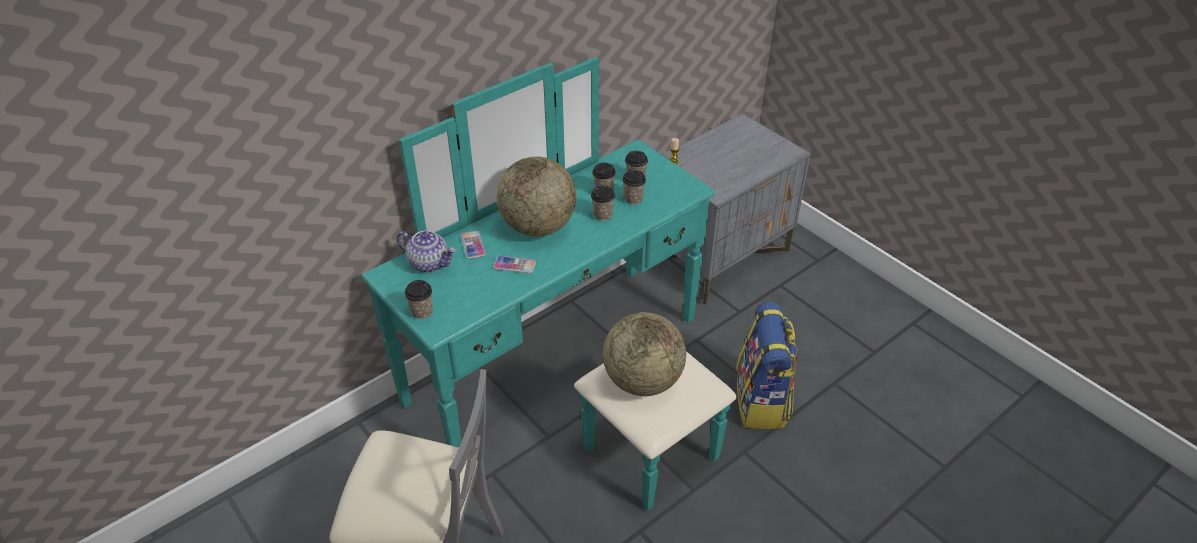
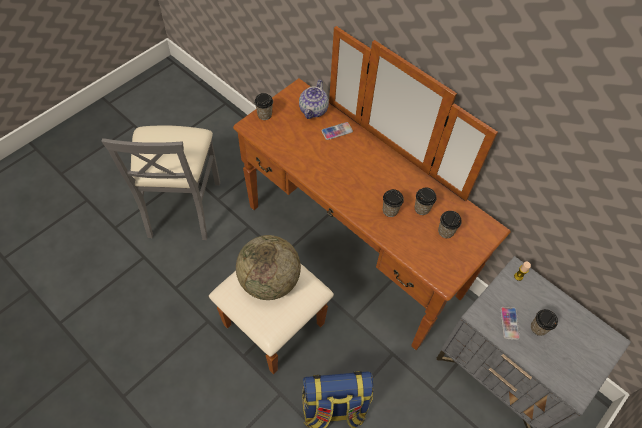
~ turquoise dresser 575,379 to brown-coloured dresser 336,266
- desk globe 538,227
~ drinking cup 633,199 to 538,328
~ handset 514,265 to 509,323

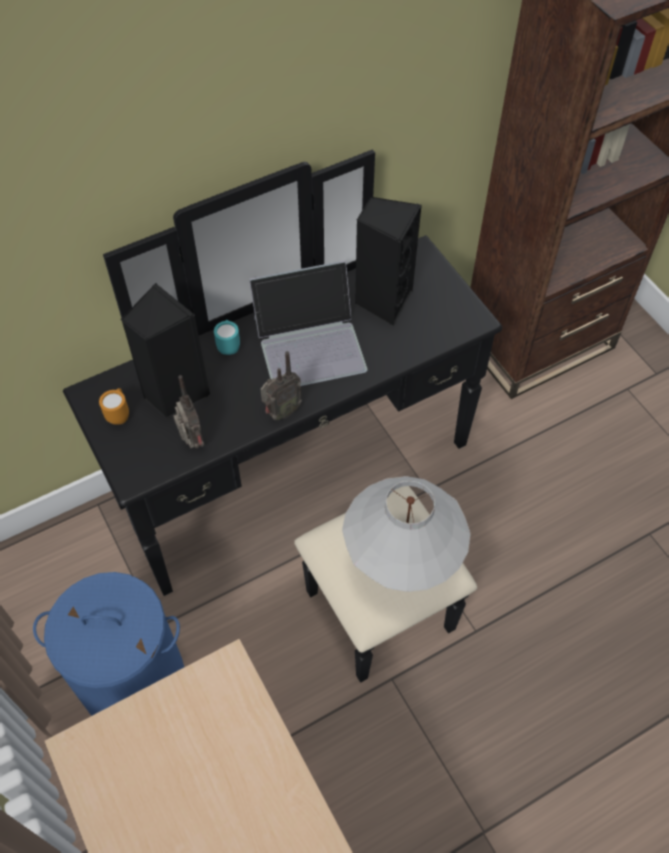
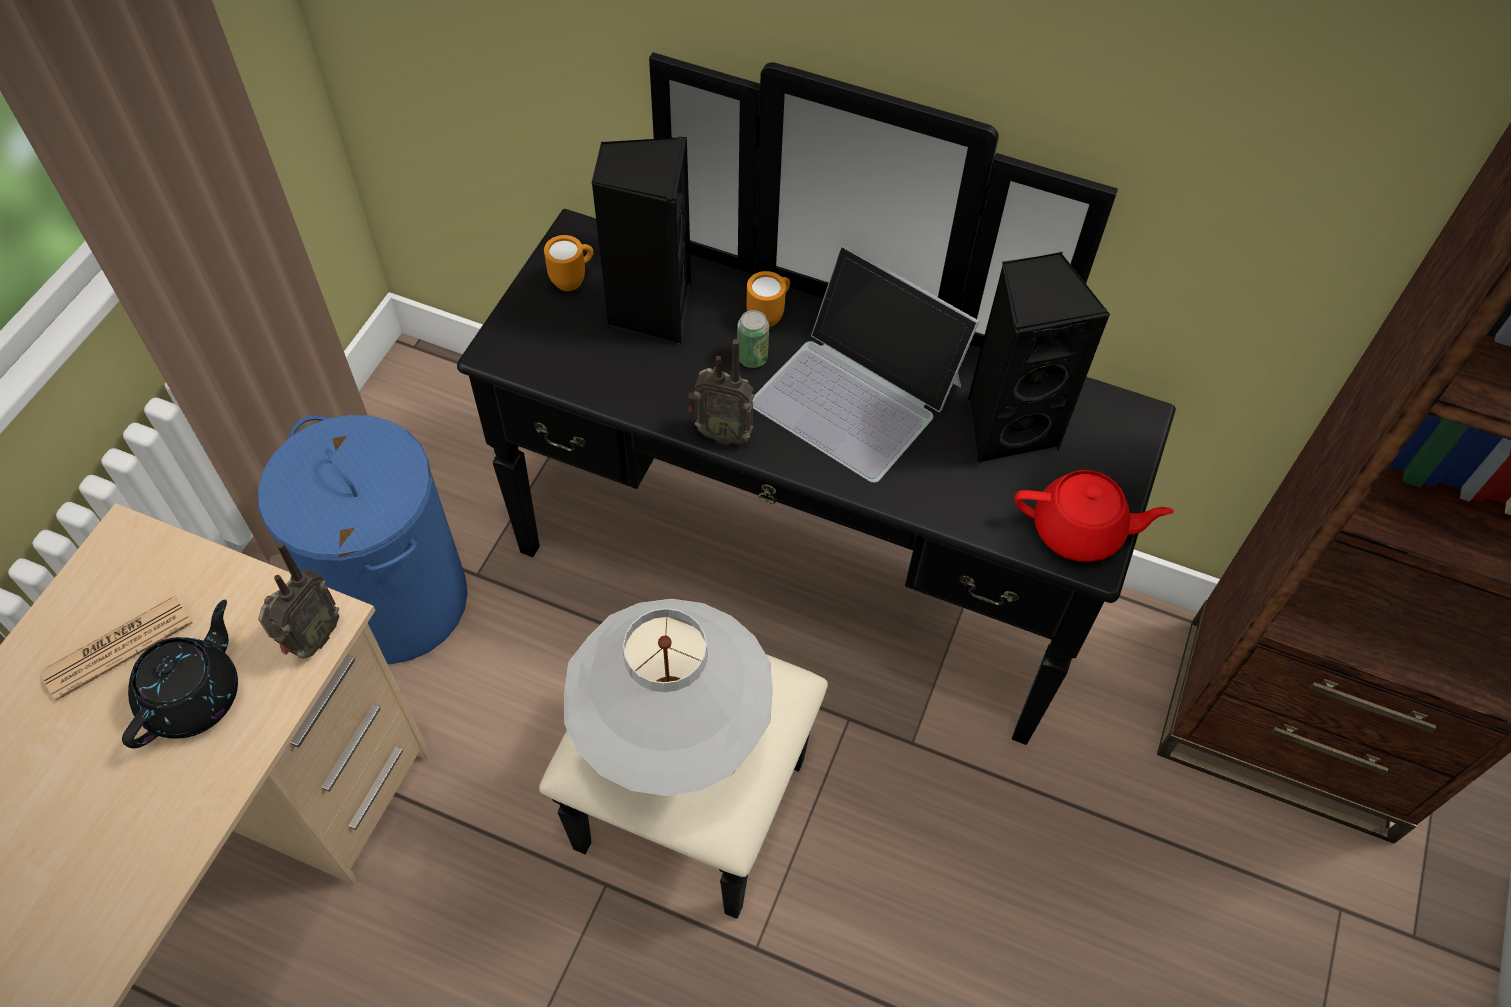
~ turquoise tea mug 229,346 to orange-coloured tea mug 769,315
~ radio receiver 192,442 to 311,640
+ sealed can 752,358
+ red-coloured tea pot 1079,531
+ newspaper 118,647
+ black tea pot 194,696

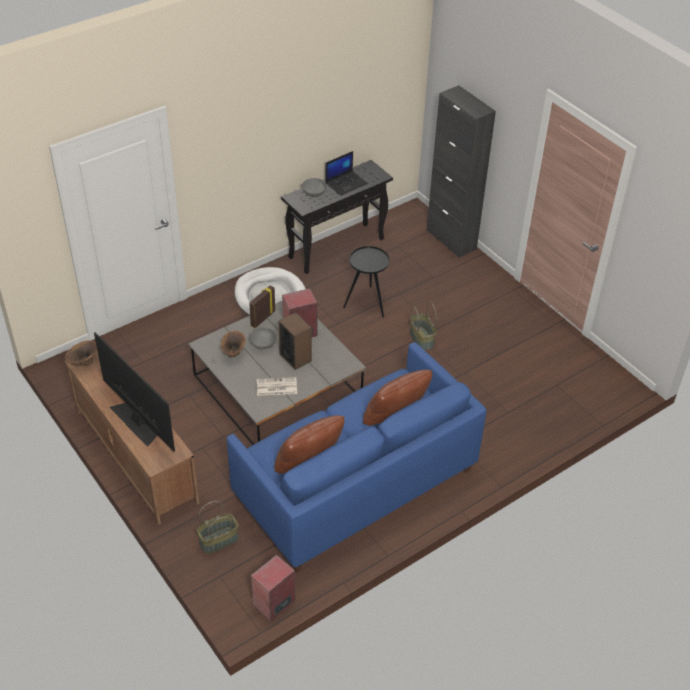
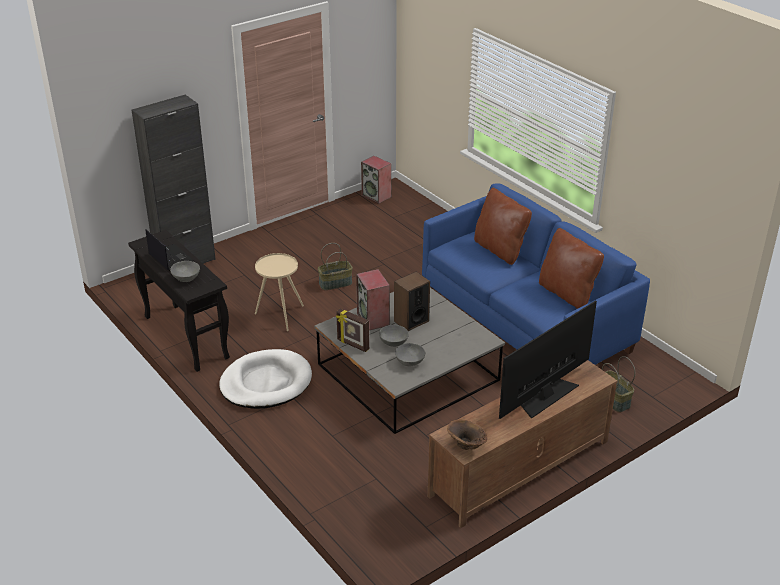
~ black end table 367,302 to sand-coloured end table 280,315
~ brown-coloured flower vase 233,354 to gray deep dish 410,362
- newspaper 276,387
~ loudspeaker 274,603 to 377,196

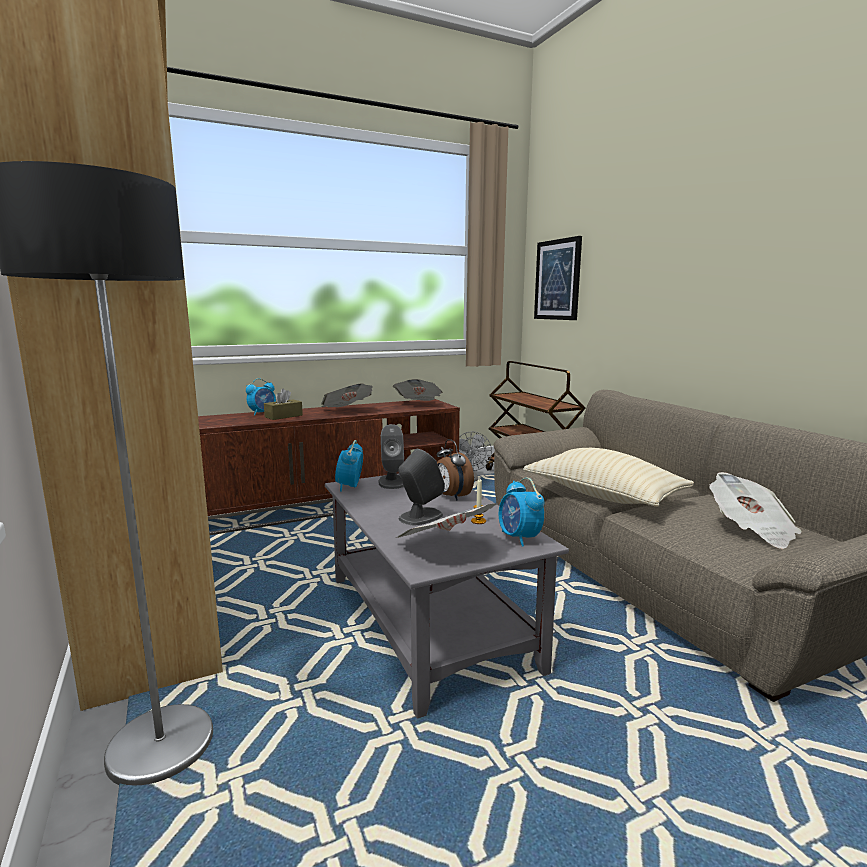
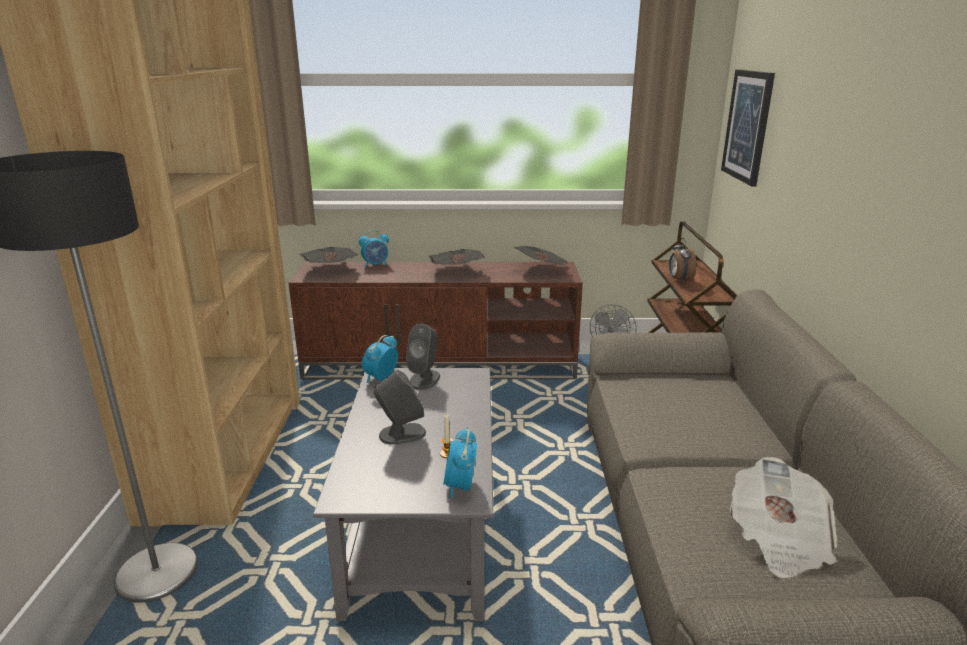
- brown-coloured tissue box 283,416
~ alarm clock 451,496 to 679,280
- sand-coloured pillow 603,496
~ newspaper 444,547 to 331,270

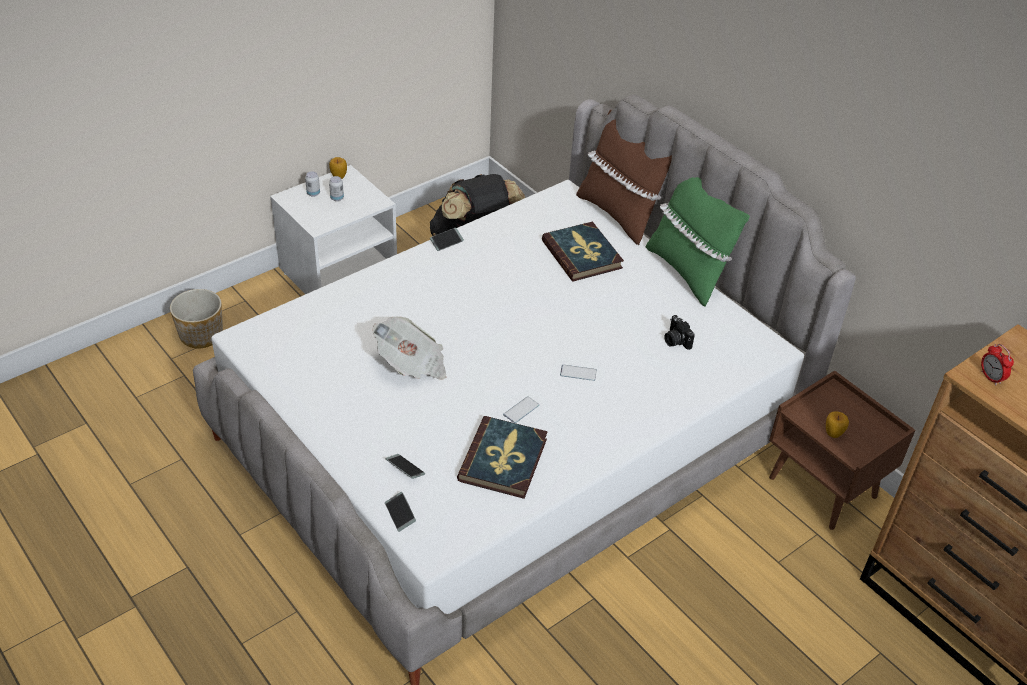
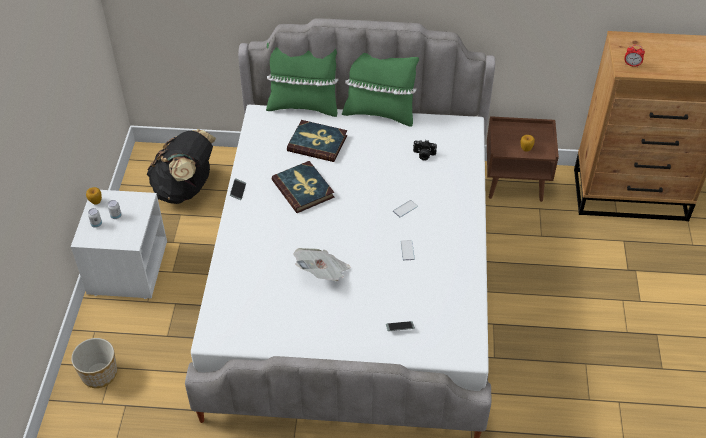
~ brown-coloured pillow 618,215 to greenish pillow 303,106
~ volume 503,460 to 303,189
- handset 400,514

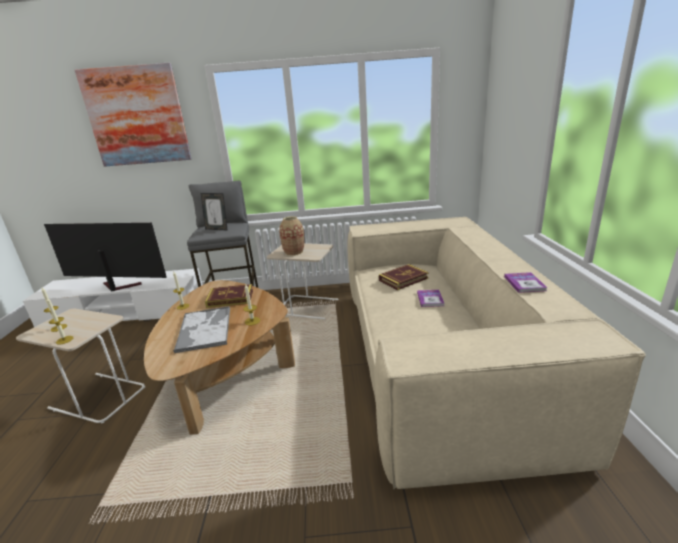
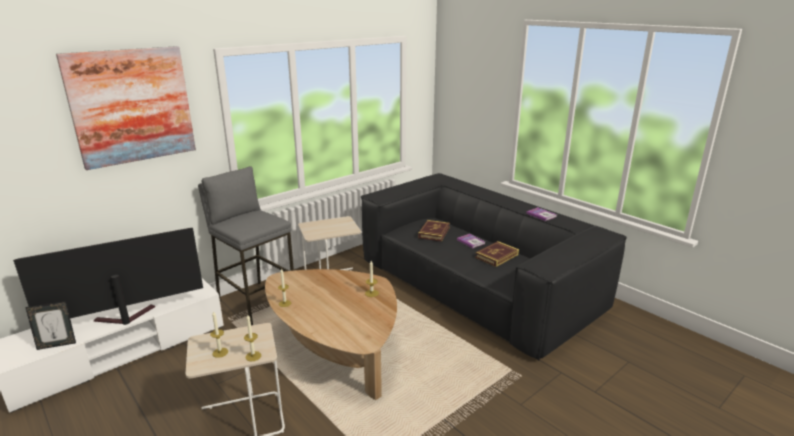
~ picture frame 217,229 to 57,344
- flower vase 294,252
~ sand-coloured settee 439,357 to black settee 477,285
~ volume 230,298 to 496,256
- serving tray 204,329

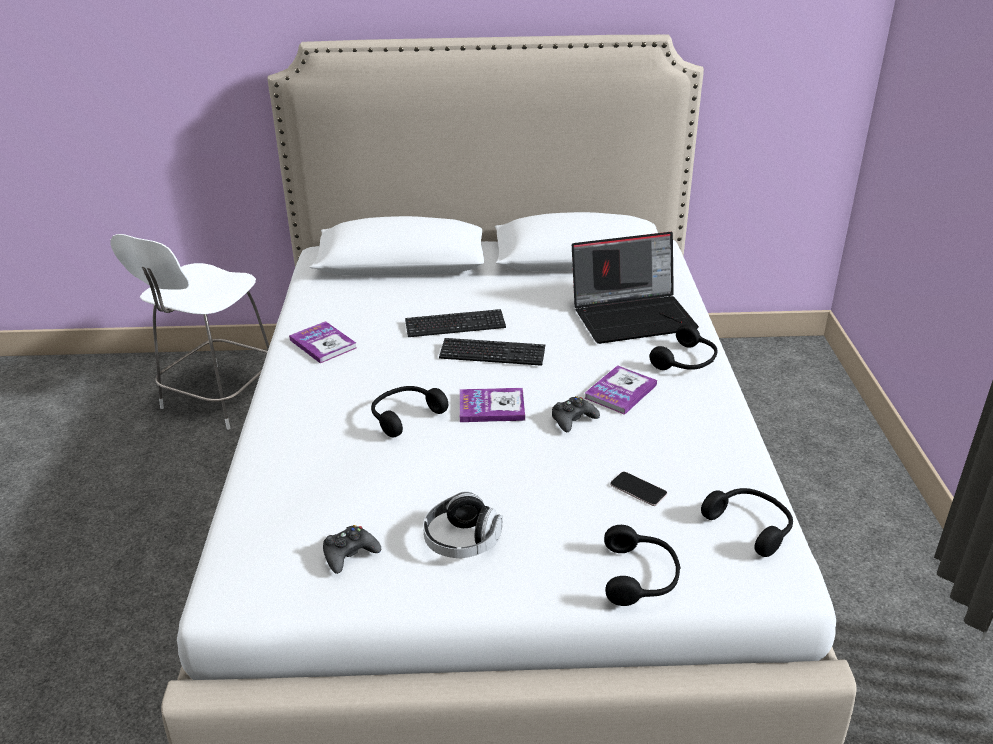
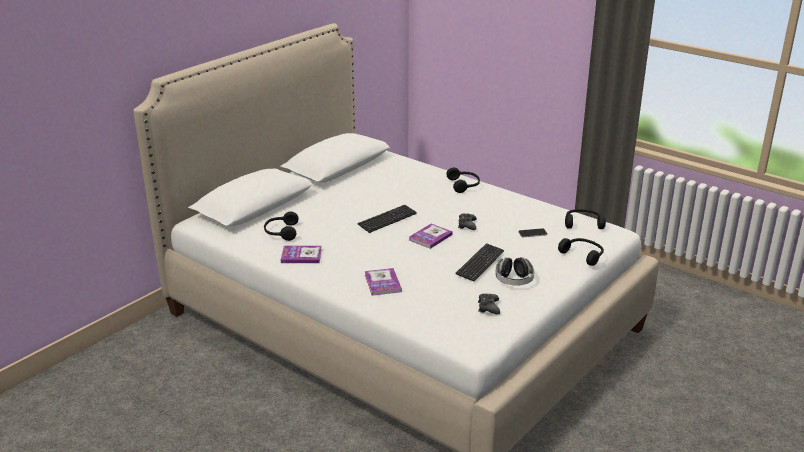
- notebook computer 633,316
- whitish plain chair 218,398
~ keyboard 455,325 to 480,263
~ volume 620,391 to 382,283
~ black headset 405,416 to 281,232

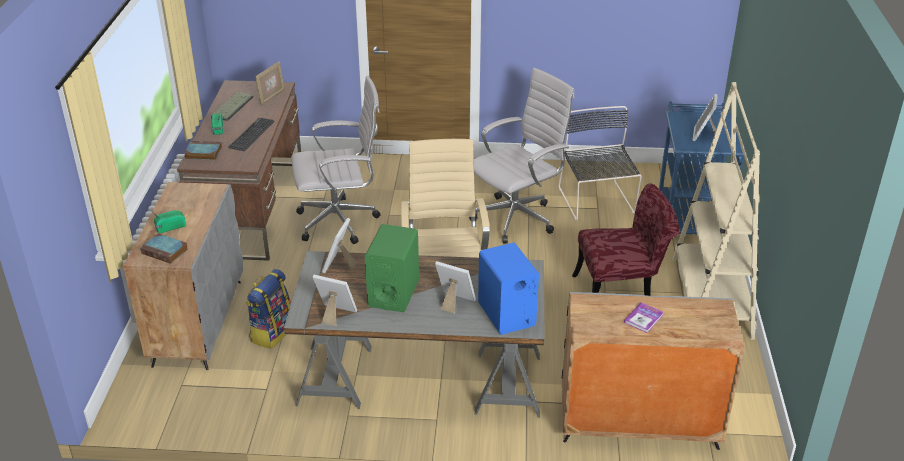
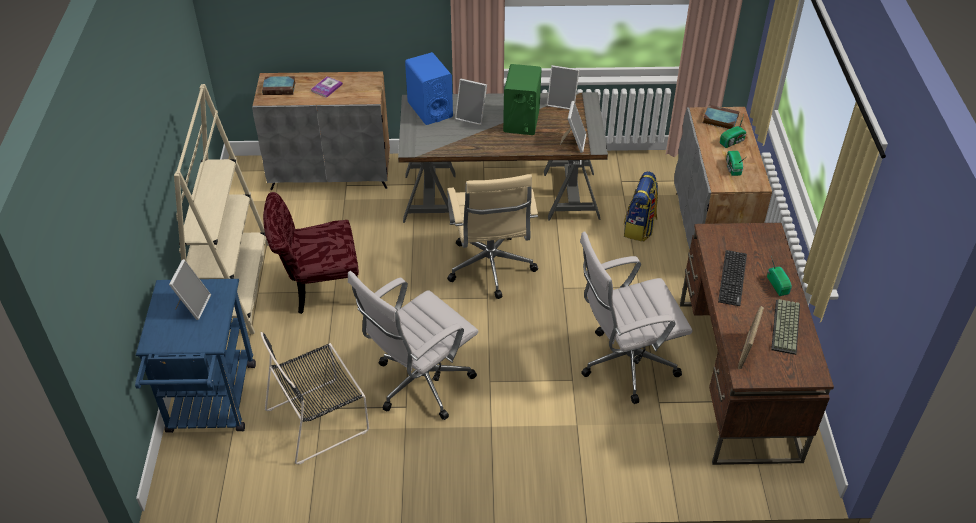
~ black plain chair 597,202 = 320,419 75 degrees clockwise
~ volume 202,153 to 280,88
+ radio receiver 732,168

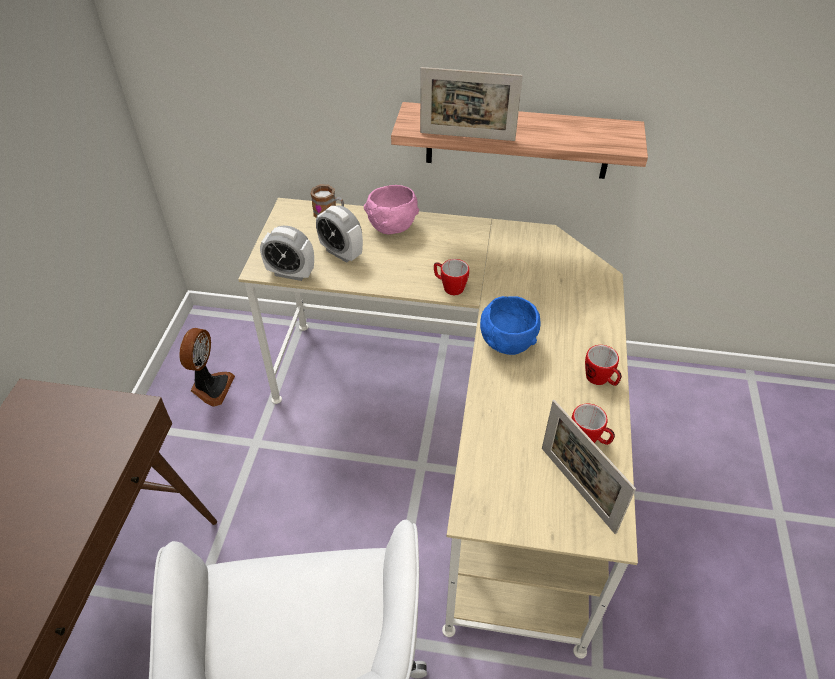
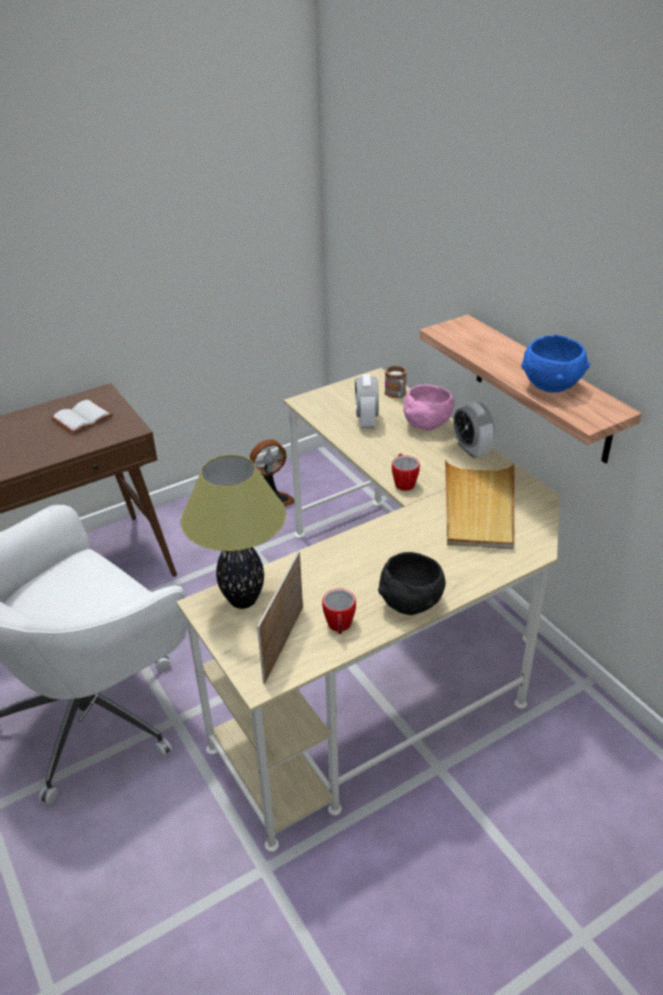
- picture frame 467,136
~ alarm clock 291,273 to 471,449
~ blue-coloured deep dish 507,344 to 550,387
~ tea mug 600,380 to black deep dish 411,604
+ whitish volume 82,417
+ lamp for a table 242,600
+ sand-coloured serving tray 479,508

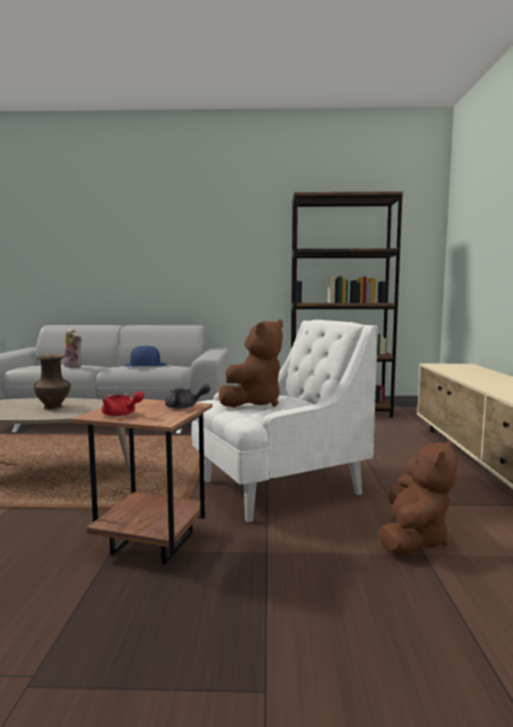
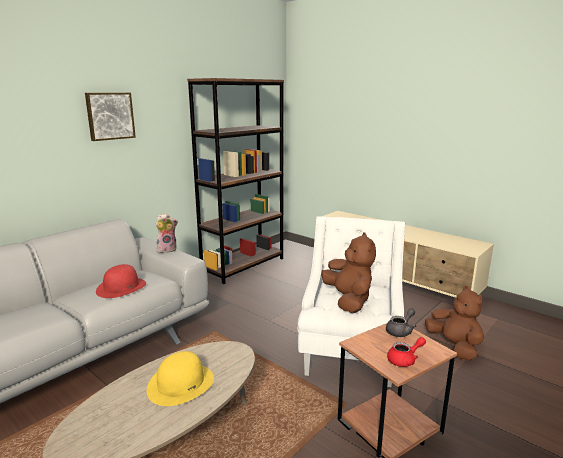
~ cuddly toy 74,366 to 167,250
~ blue-coloured wearable hat 145,365 to red-coloured wearable hat 121,287
~ brown-coloured flower vase 54,407 to yellow-coloured wearable hat 181,383
+ wall art 110,116

